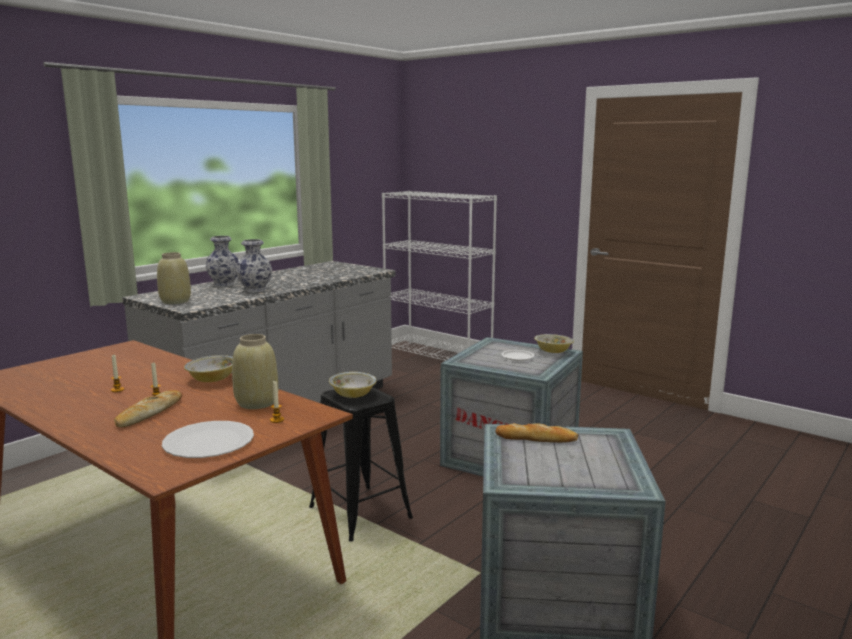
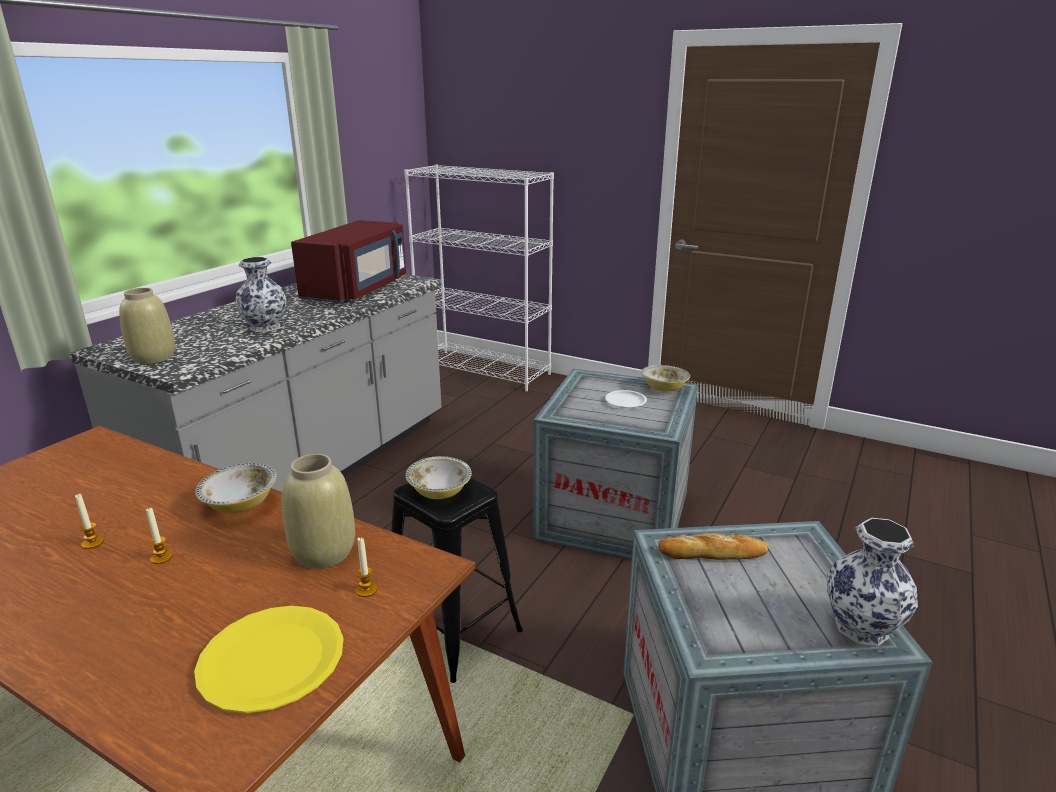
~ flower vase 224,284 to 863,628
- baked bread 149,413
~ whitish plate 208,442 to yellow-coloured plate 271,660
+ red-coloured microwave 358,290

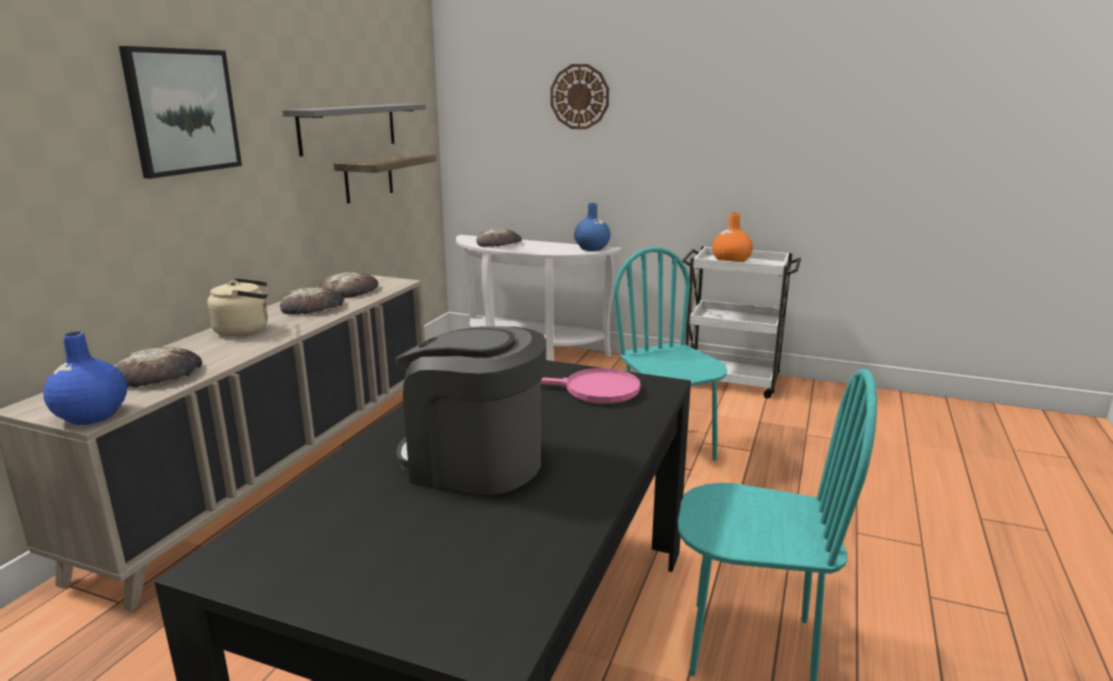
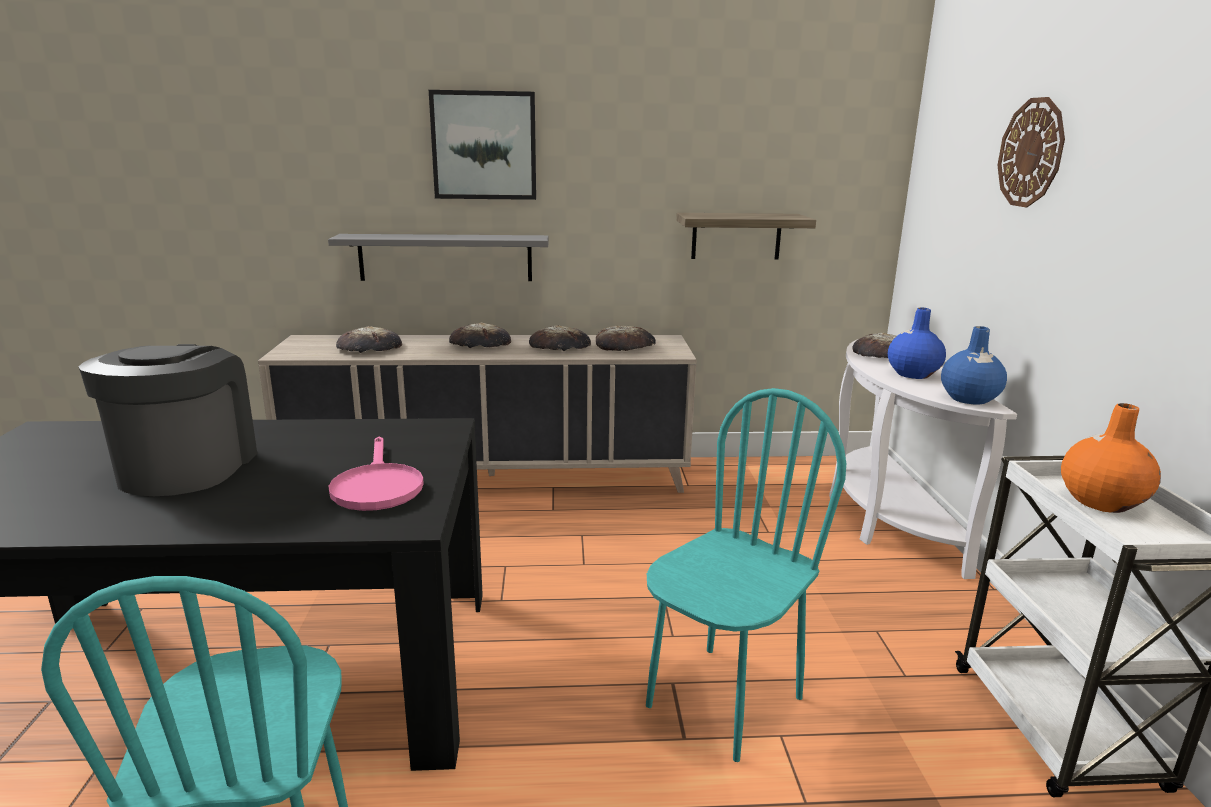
~ gray bracket shelf 348,128 to 445,257
~ sand-coloured tea kettle 245,330 to baked bread 480,343
~ blue-coloured flower vase 92,415 to 913,374

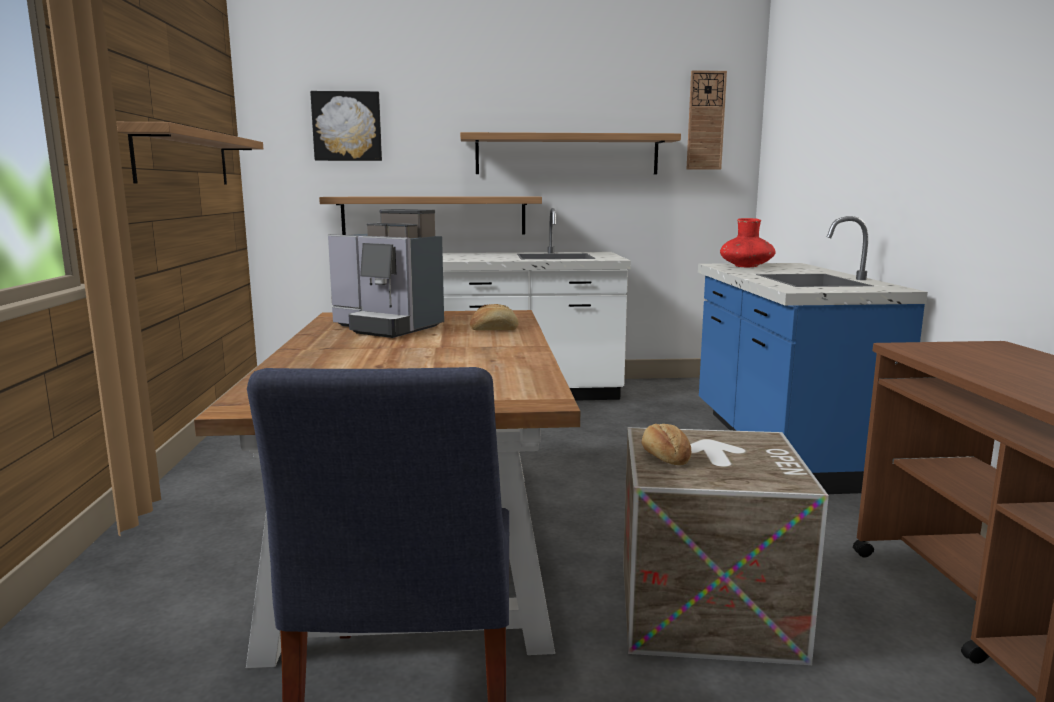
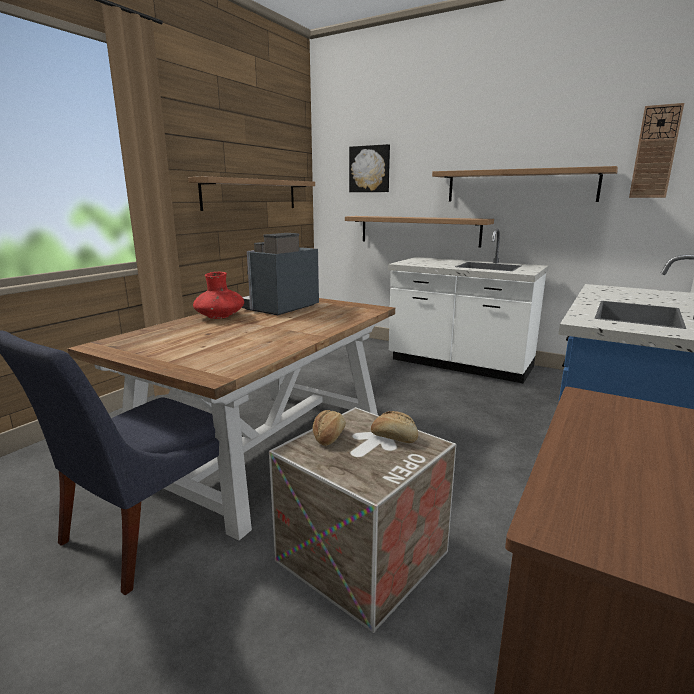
~ coffee machine 388,327 = 280,308 60 degrees clockwise
~ red-coloured flower vase 746,266 to 220,317
~ baked bread 494,330 to 394,437

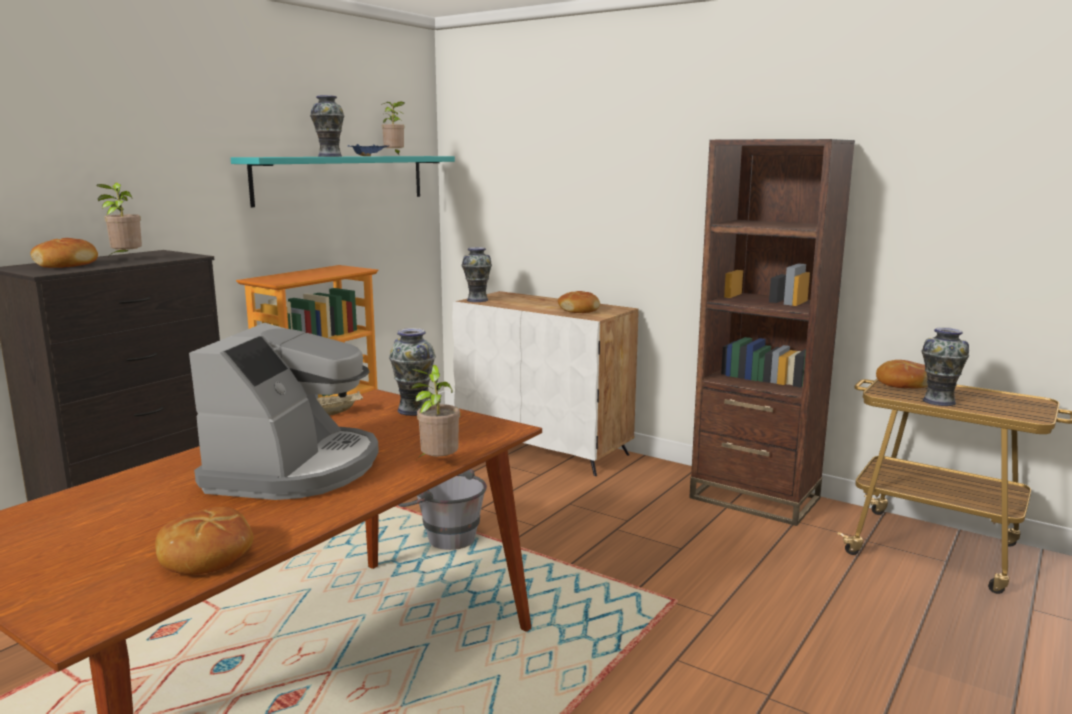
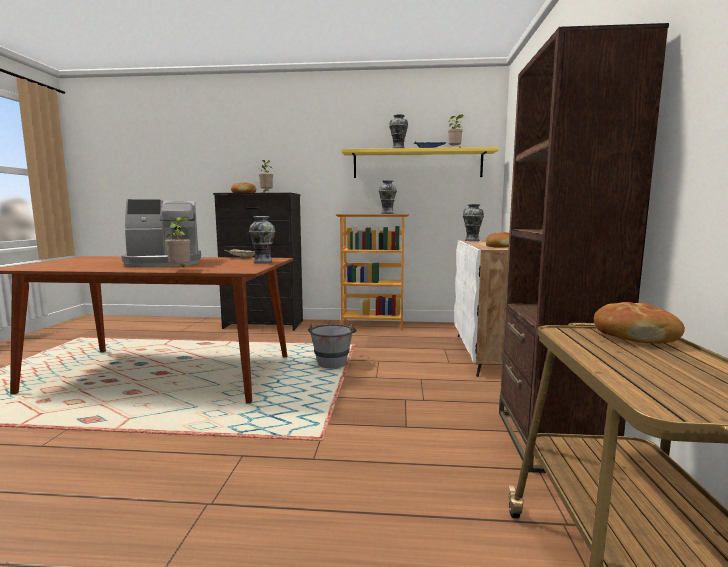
~ turquoise bracket shelf 342,179 to yellow-coloured bracket shelf 417,164
~ flower vase 939,401 to 387,213
- baked bread 205,556

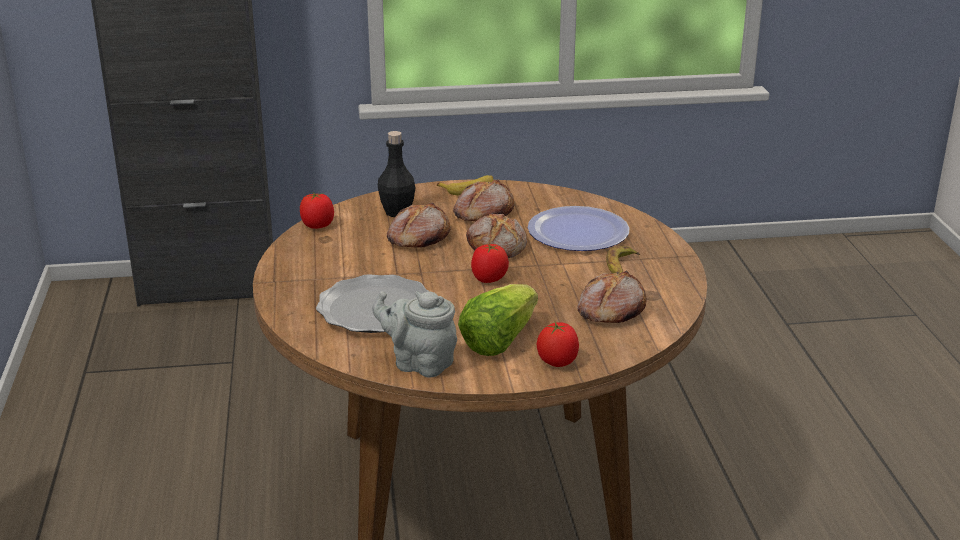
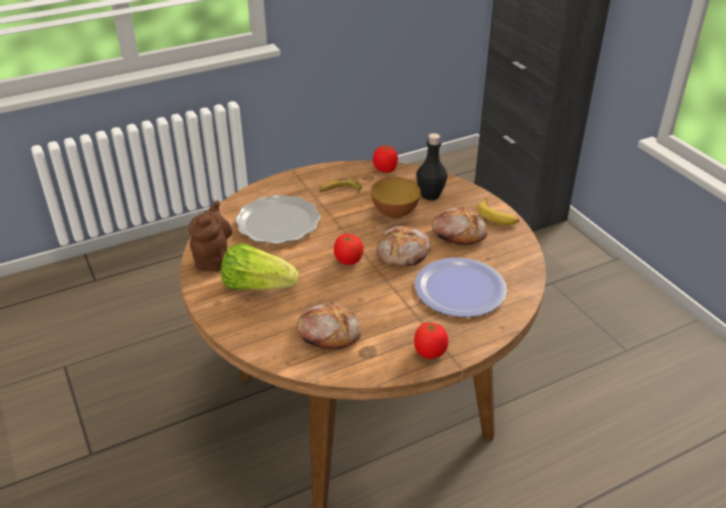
~ baked bread 418,238 to deep dish 395,214
~ banana 621,267 to 340,191
~ gray tea pot 419,363 to brown-coloured tea pot 213,258
~ whole tomato 557,362 to 430,352

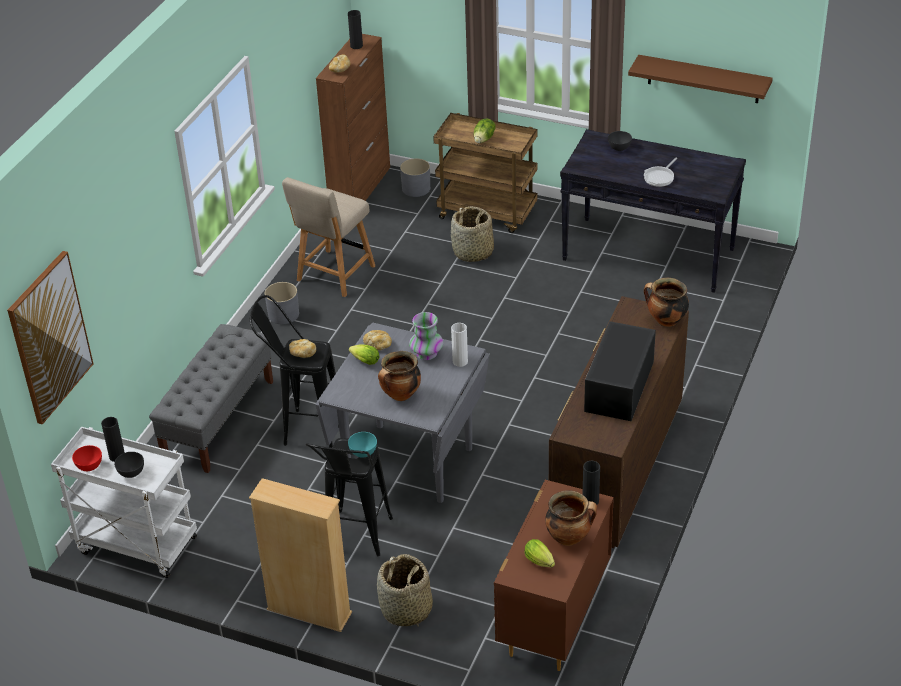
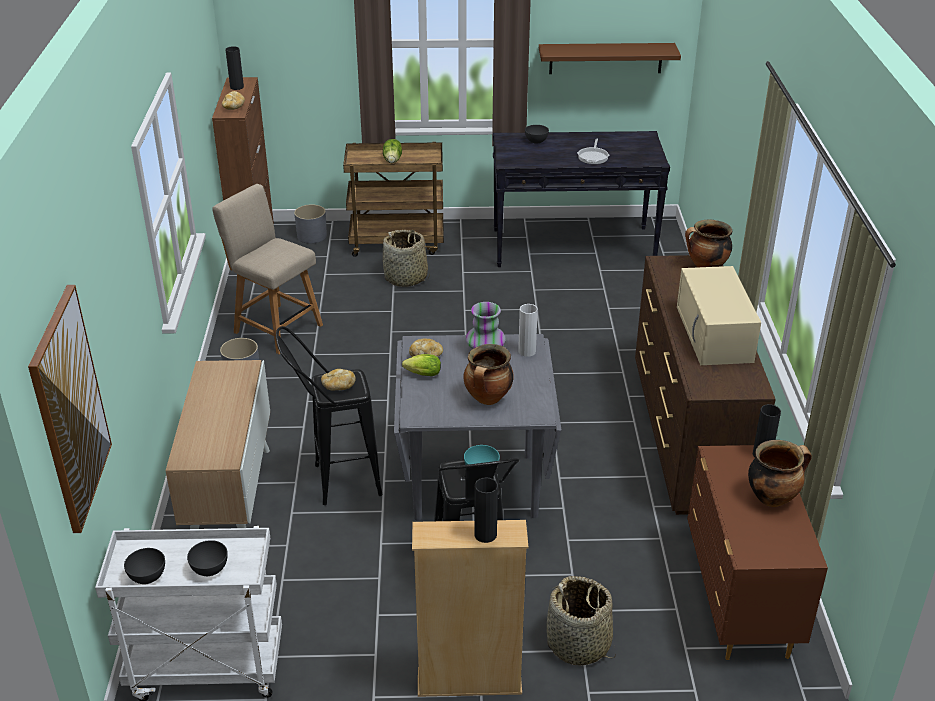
~ sand-coloured plain chair 333,275 = 275,327 120 degrees clockwise
~ black microwave 619,387 to sand-coloured microwave 715,334
~ gray long seat 218,419 to storage cabinet 230,498
~ black flower vase 117,456 to 485,534
~ red-coloured deep dish 89,466 to gray deep dish 148,576
- lettuce head 540,562

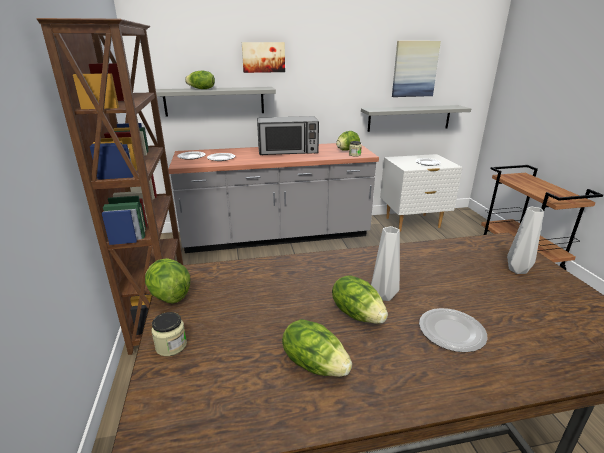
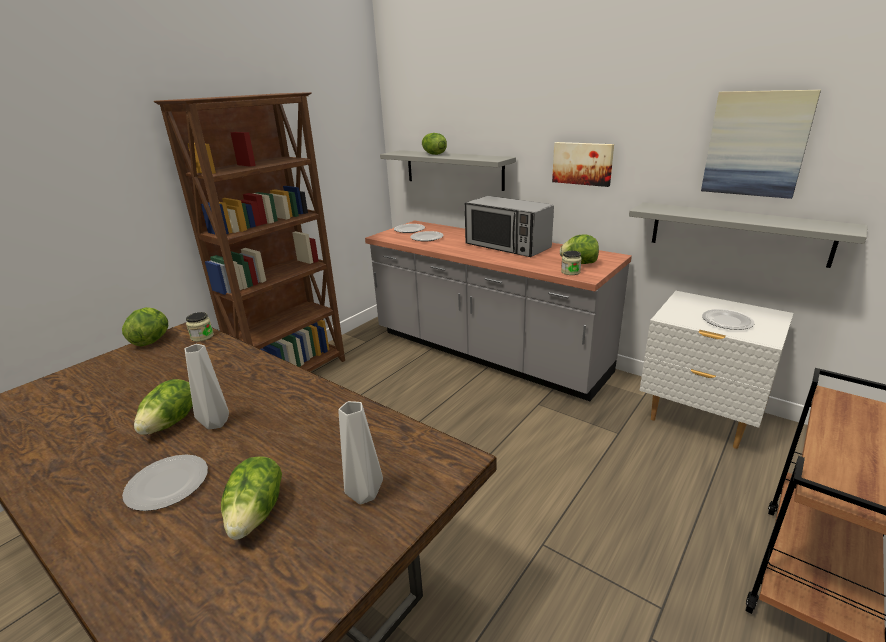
~ wall art 263,57 to 582,163
~ preserve jar 171,346 to 202,336
~ lettuce head 315,363 to 257,513

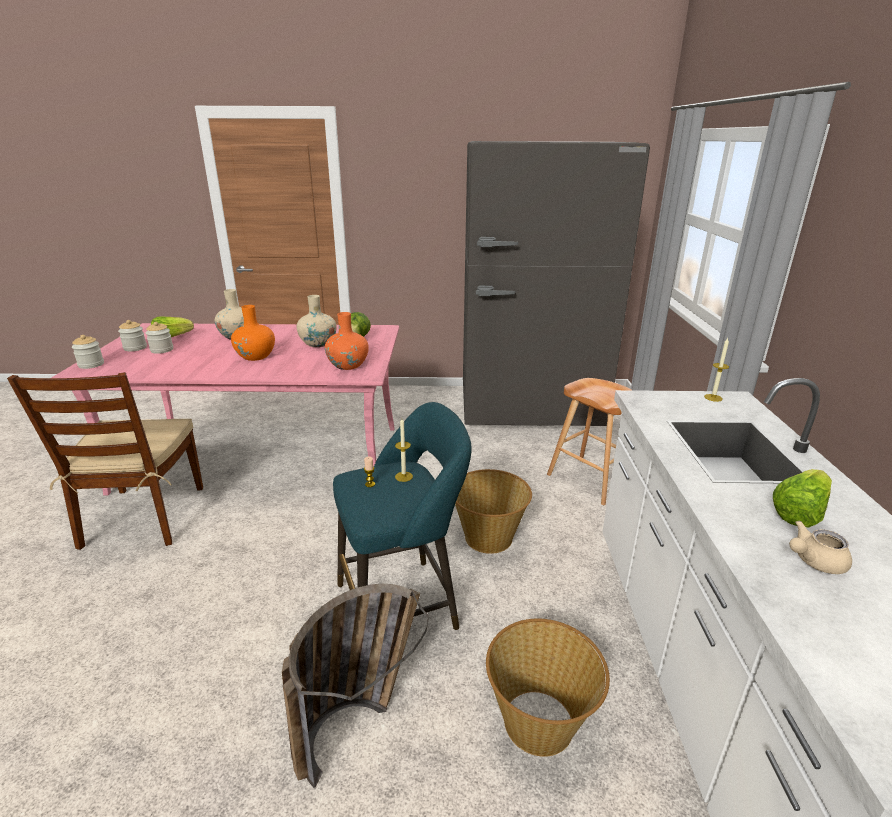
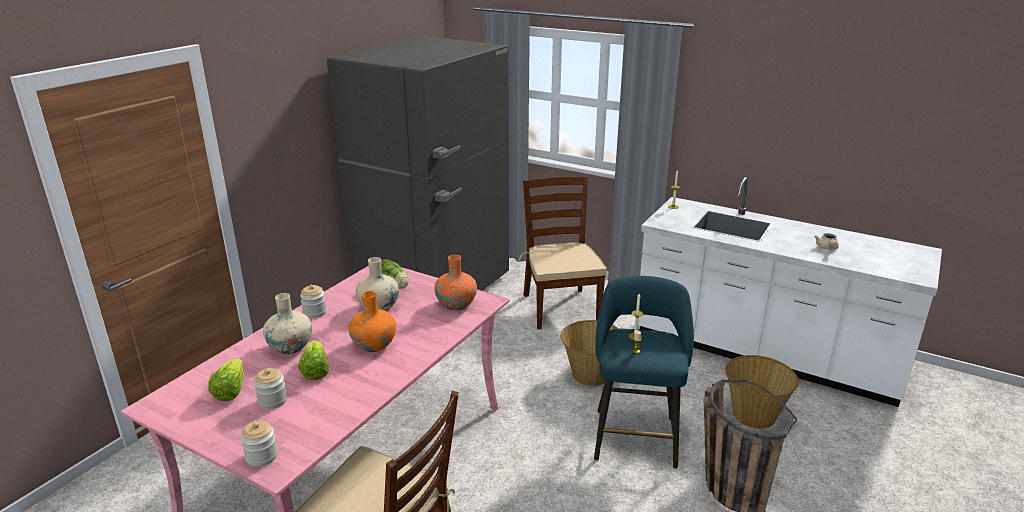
~ preserve jar 135,348 to 314,312
~ brown-coloured sitting stool 591,479 to brown-coloured plain chair 560,308
~ lettuce head 799,512 to 315,370

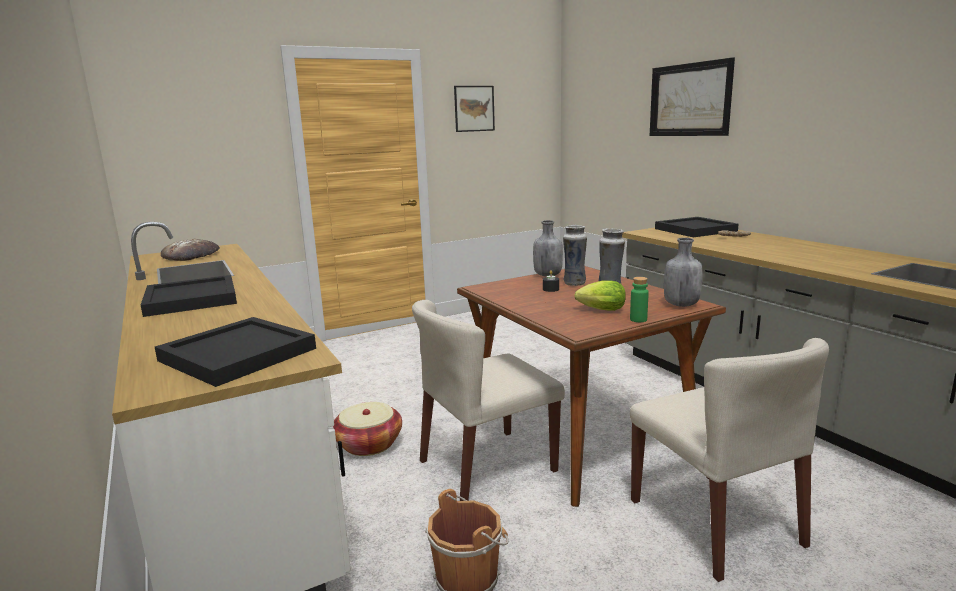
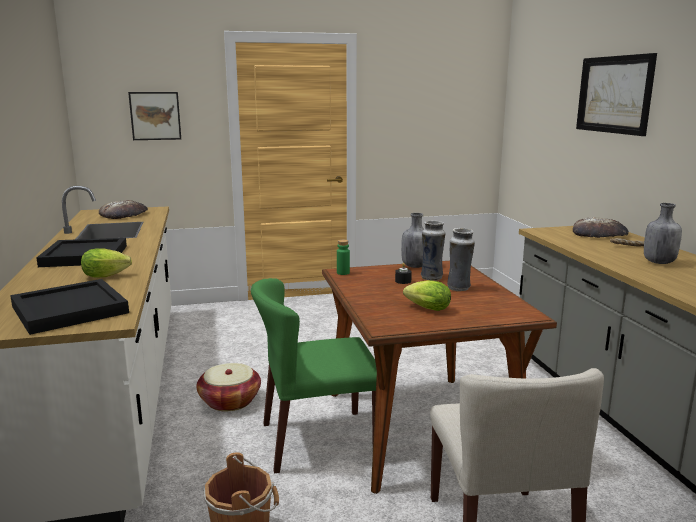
~ wall art 474,108 to 155,116
~ black serving tray 696,230 to baked bread 599,234
~ gray beverage bottle 680,304 to 658,262
~ greenish beverage bottle 638,319 to 343,273
~ sand-coloured plain chair 486,466 to greenish plain chair 317,440
+ lettuce head 108,276

